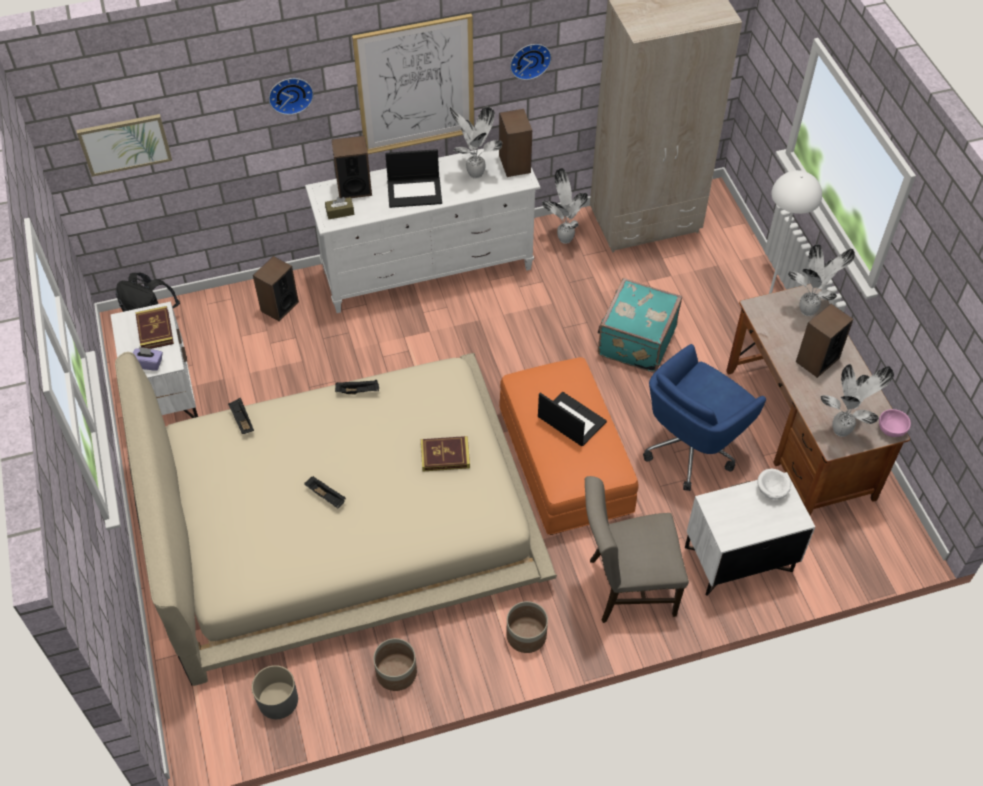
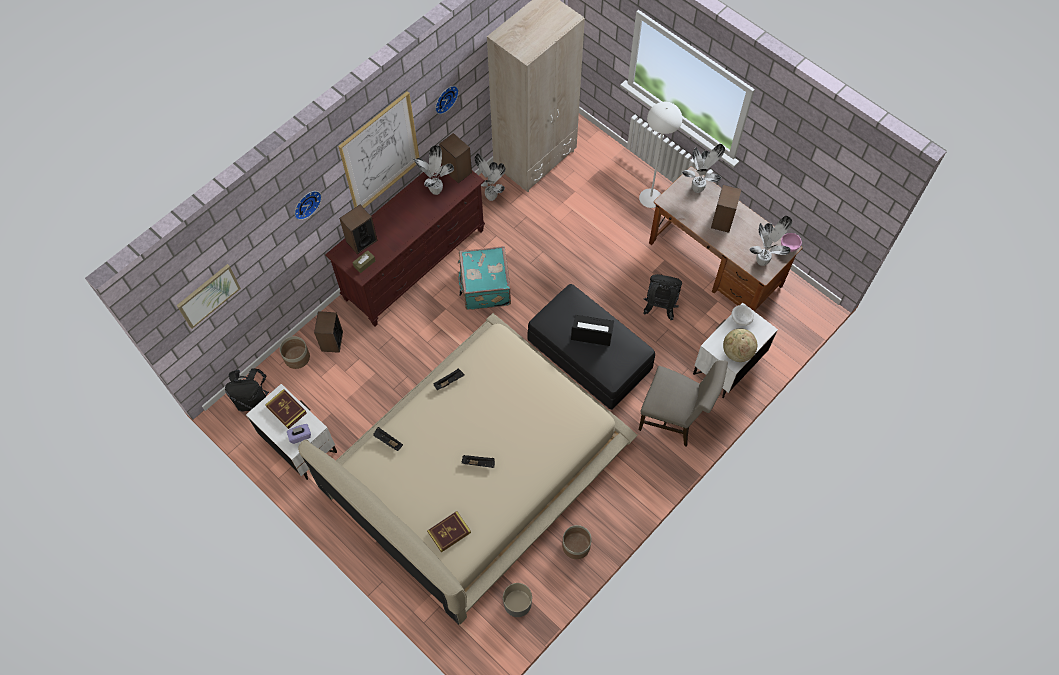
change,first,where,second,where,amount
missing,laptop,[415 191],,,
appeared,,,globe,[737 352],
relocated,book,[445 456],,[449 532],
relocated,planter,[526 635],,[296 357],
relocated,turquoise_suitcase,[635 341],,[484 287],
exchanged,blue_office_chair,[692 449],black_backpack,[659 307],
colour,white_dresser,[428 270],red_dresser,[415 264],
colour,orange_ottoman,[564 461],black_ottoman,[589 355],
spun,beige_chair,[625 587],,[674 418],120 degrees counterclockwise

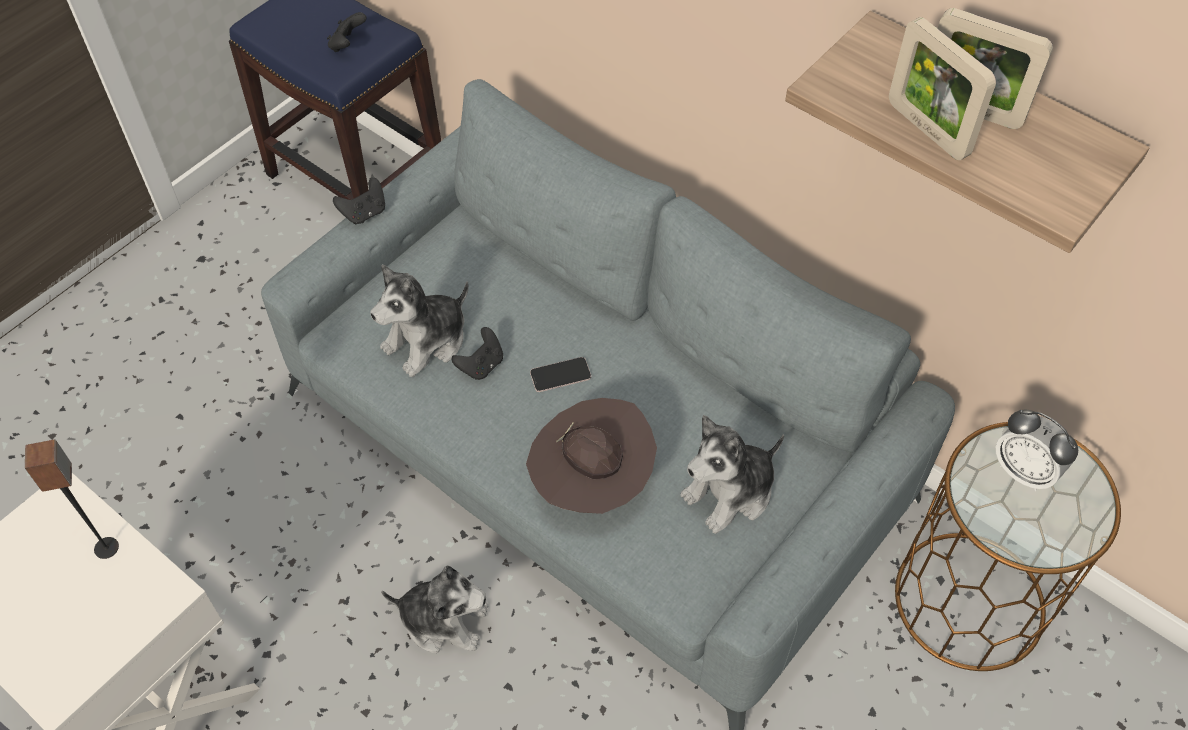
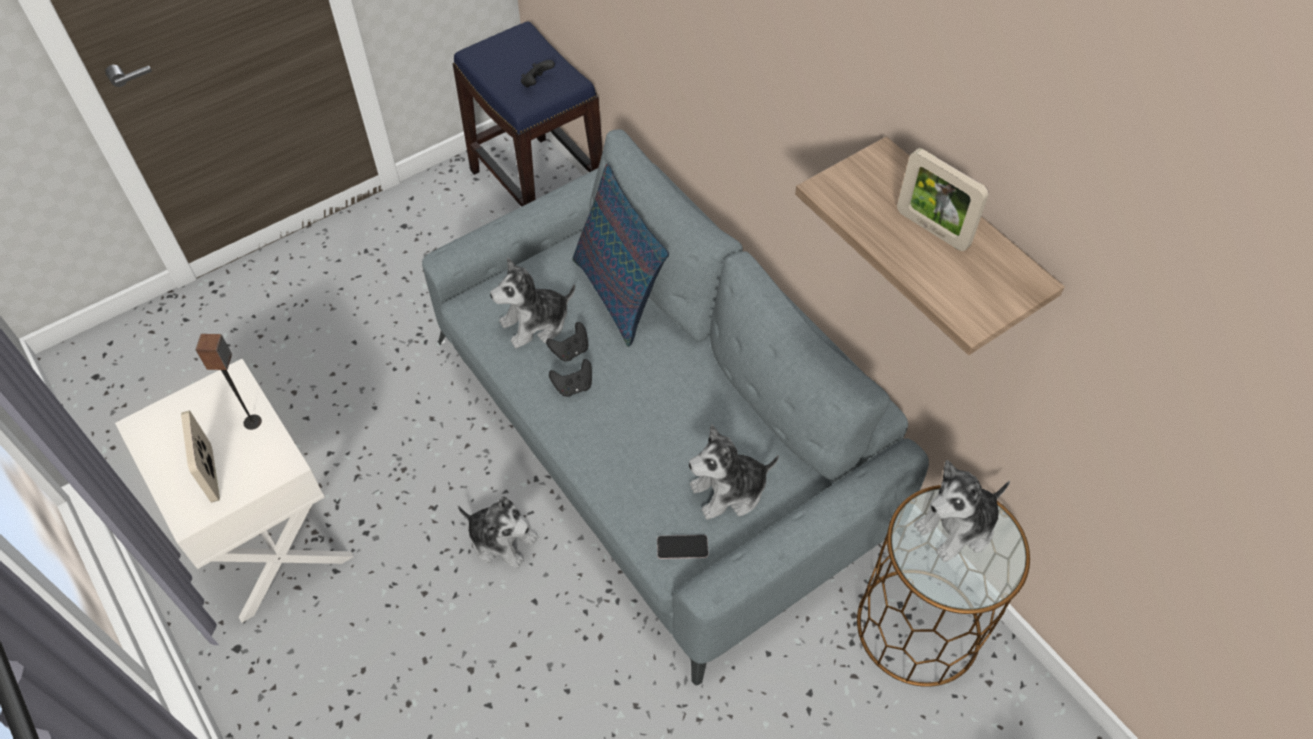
change,first,where,second,where,amount
missing,brown_hat,[592 482],,,
appeared,,,blue_pillow,[617 295],
relocated,black_game_controller,[364 213],,[573 386],
relocated,phone,[560 375],,[682 547],
relocated,picture_frame,[927 130],,[212 474],
exchanged,alarm_clock,[1023 471],plush_toy,[957 527],

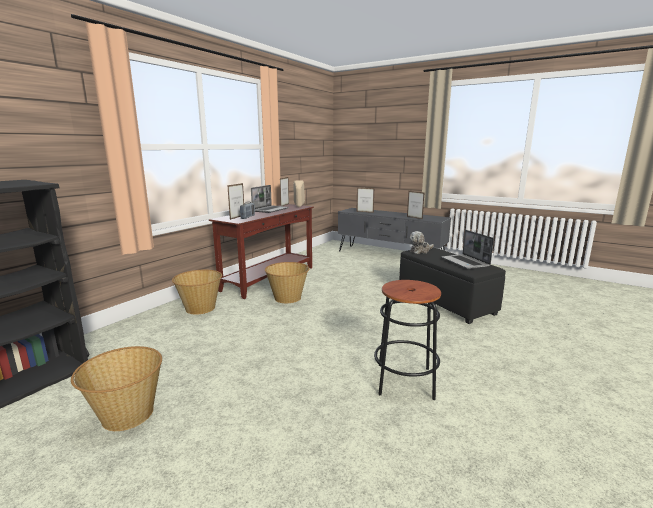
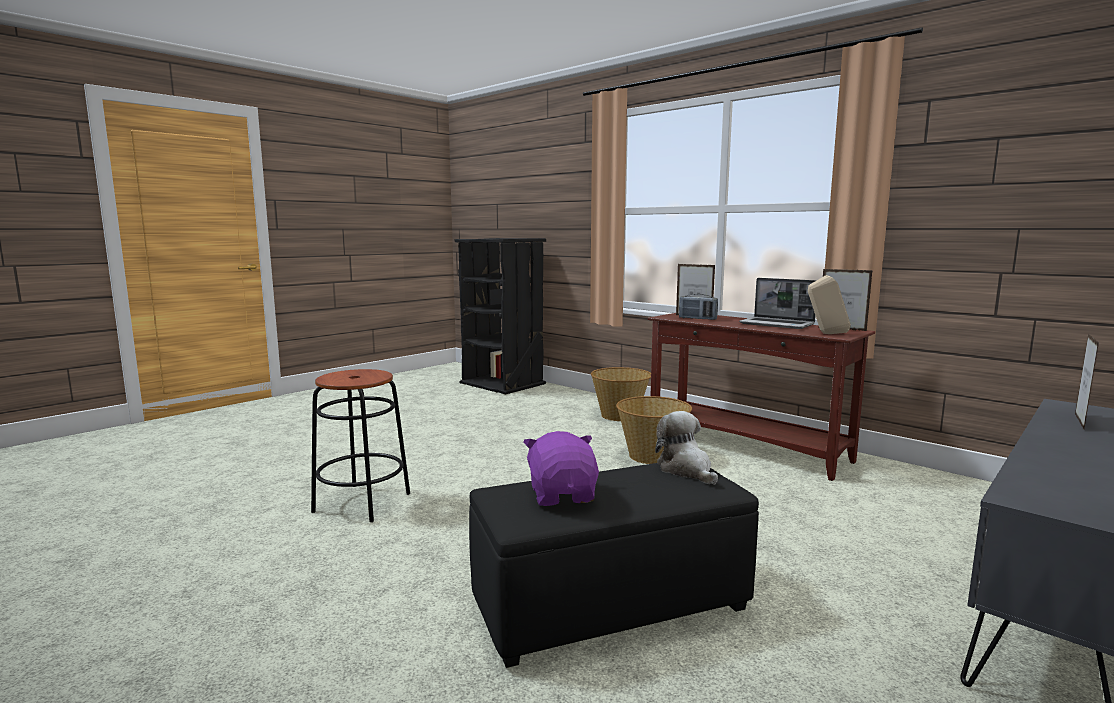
change,first,where,second,where,amount
missing,basket,[126 414],,,
missing,picture_frame,[414 218],,,
exchanged,laptop,[465 262],purple_plush_toy,[563 495],

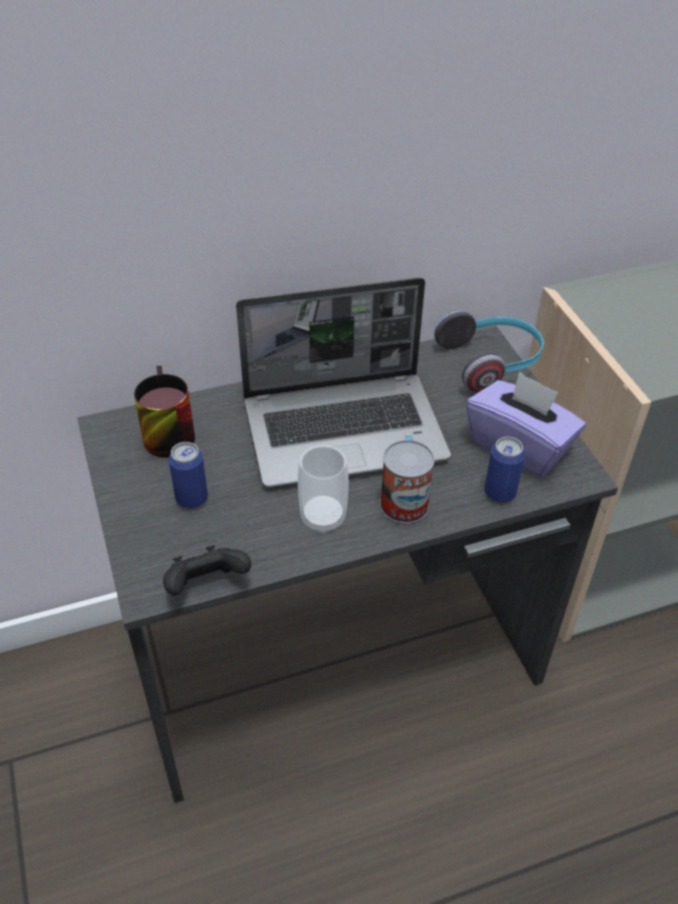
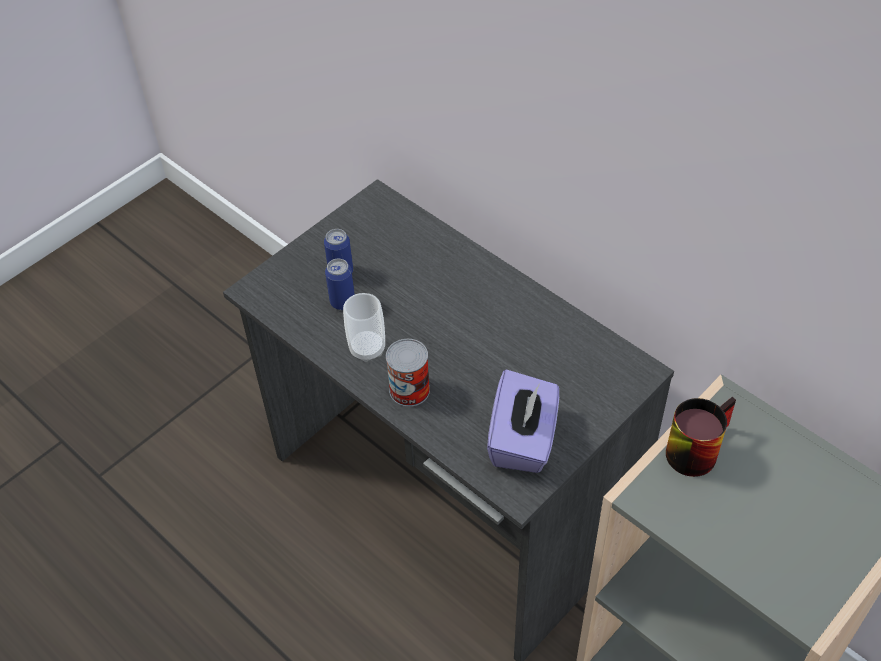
change,first,where,second,where,amount
missing,black_game_controller,[207 585],,,
missing,laptop,[346 429],,,
missing,headphones,[491 362],,,
relocated,mug,[163 433],,[694 446],
relocated,can,[499 493],,[342 302],

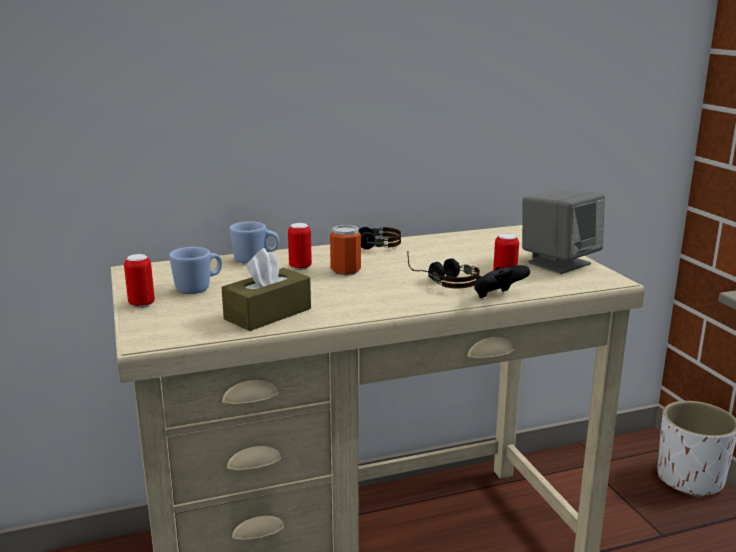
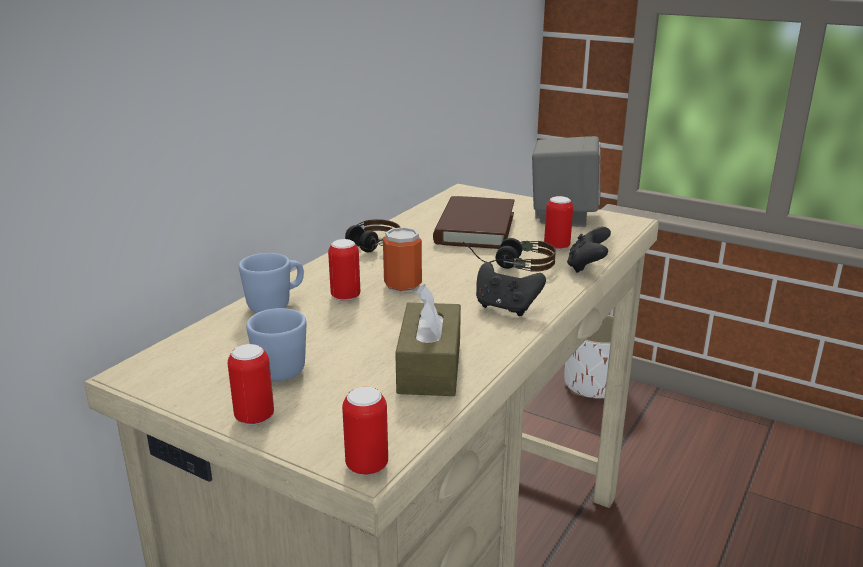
change,first,where,second,where,amount
appeared,,,can,[367 466],
appeared,,,brown_book,[475 228],
appeared,,,black_game_controller,[506 308],

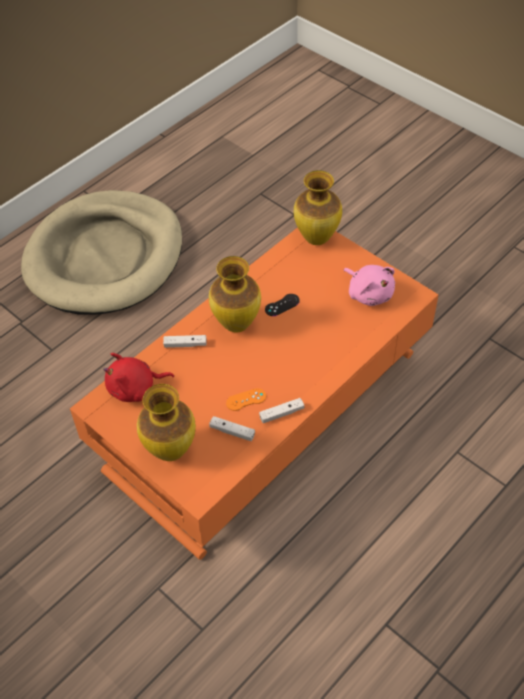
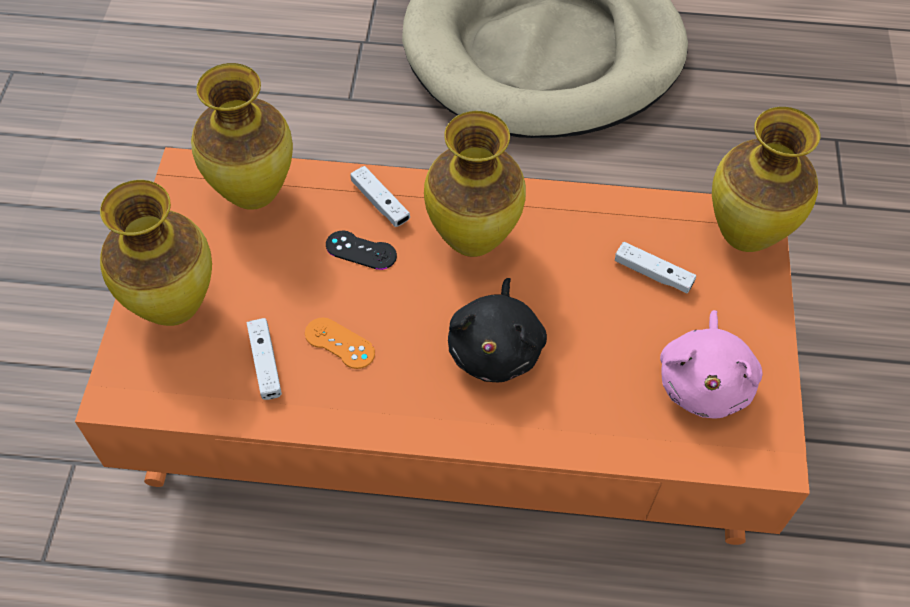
change,first,where,second,where,amount
appeared,,,black_plush_toy,[496 348],
relocated,white_game_controller,[281 413],,[653 274],
relocated,black_game_controller,[282 305],,[361 250],
exchanged,red_plush_toy,[135 388],vase,[254 196],

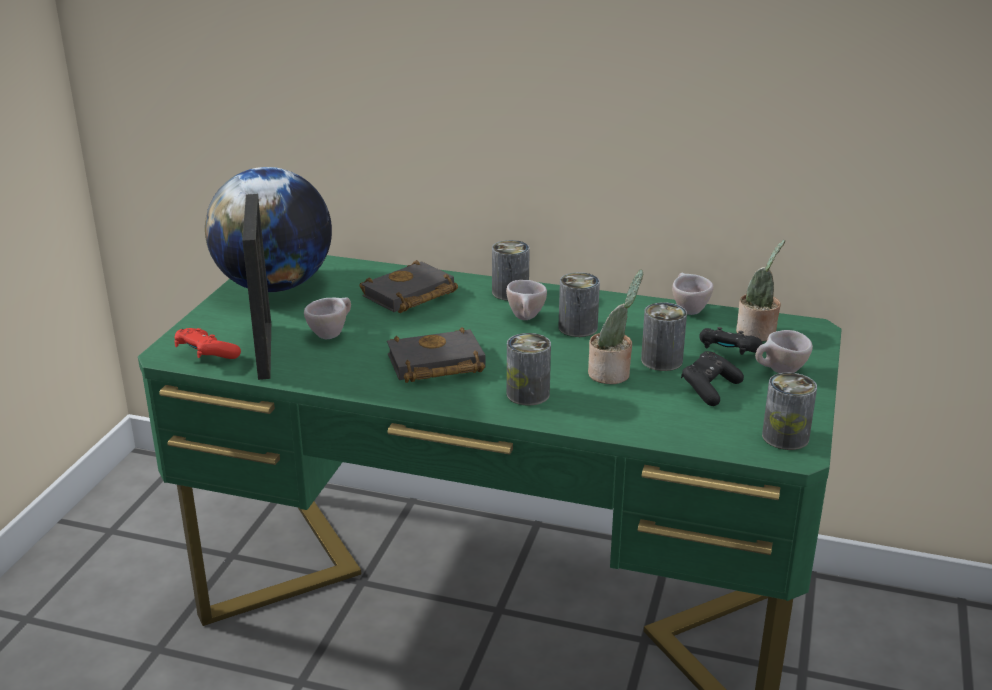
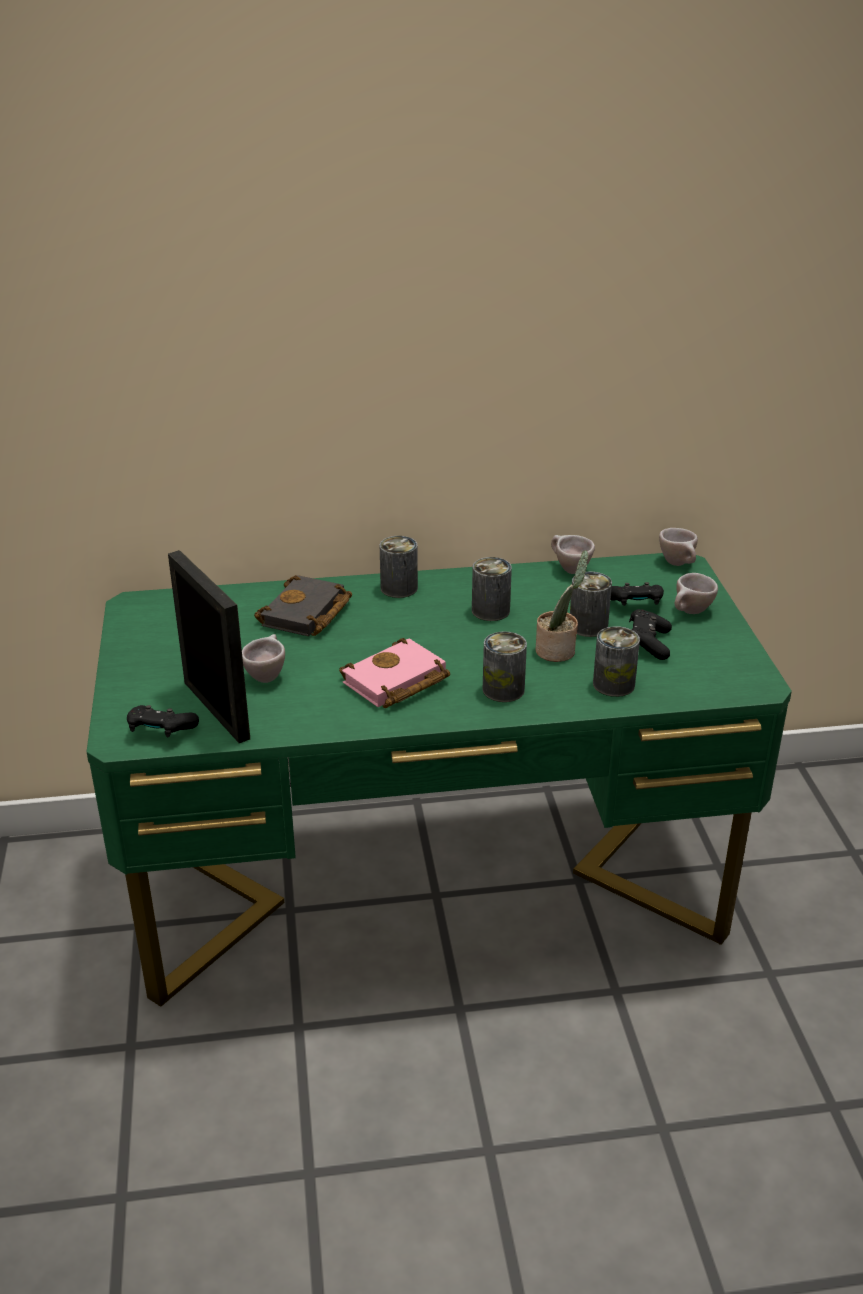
change,first,where,second,where,amount
missing,globe,[275 286],,,
missing,potted_plant,[757 334],,,
relocated,beige_cup,[526 319],,[679 564],
relocated,can,[785 437],,[613 684],
colour,red_game_controller,[206 355],black_game_controller,[161 732],
colour,black_book,[434 365],pink_book,[395 683],

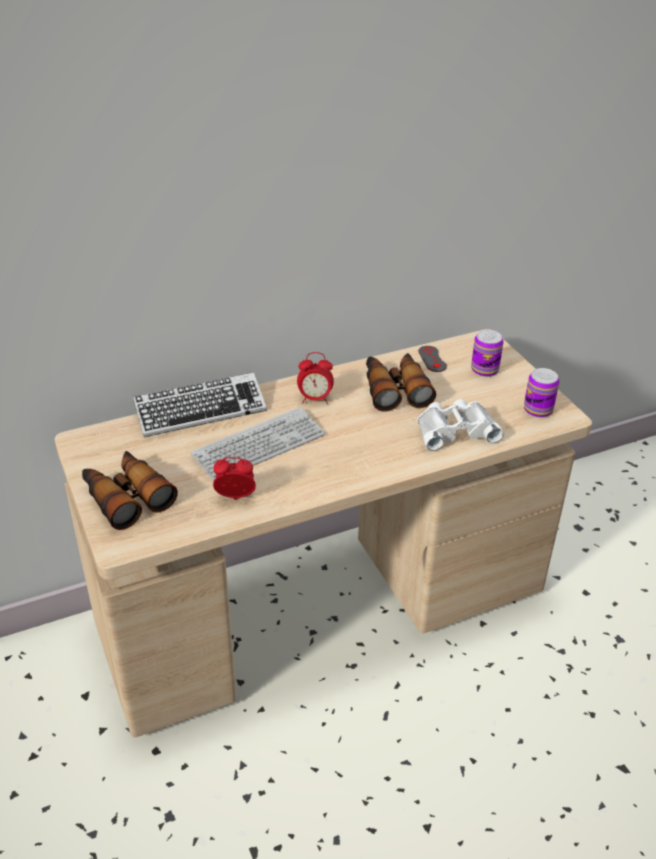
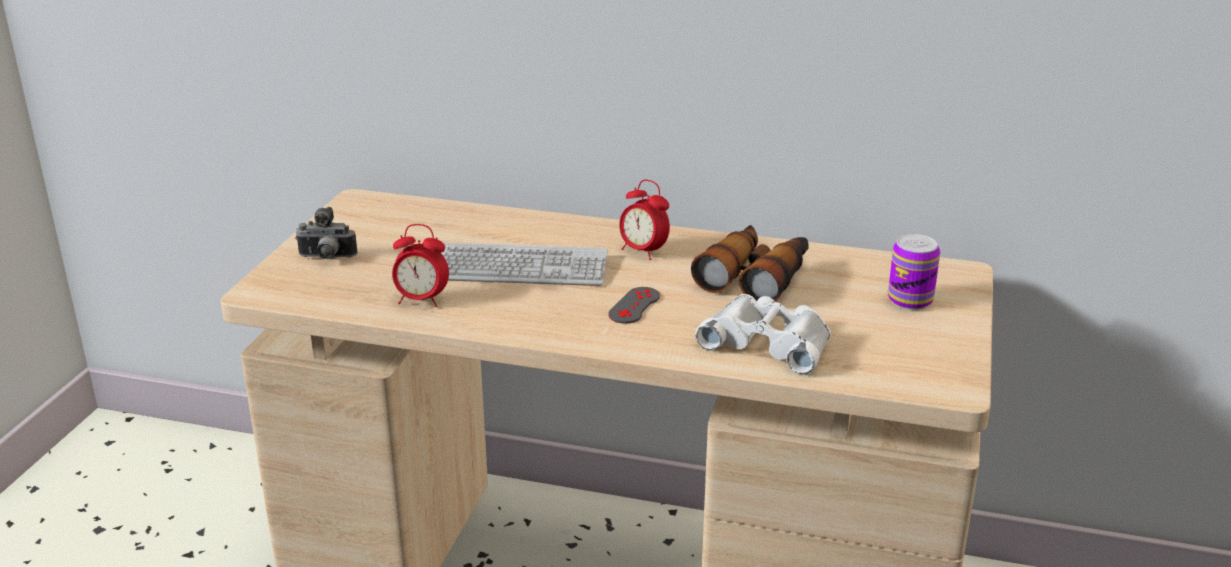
change,first,where,second,where,amount
missing,keyboard,[200 411],,,
missing,can,[538 410],,,
relocated,grey_game_controller,[432 359],,[634 306],
exchanged,binoculars,[126 497],photo_camera,[327 258],
spun,alarm_clock,[235 498],,[421 300],150 degrees clockwise

